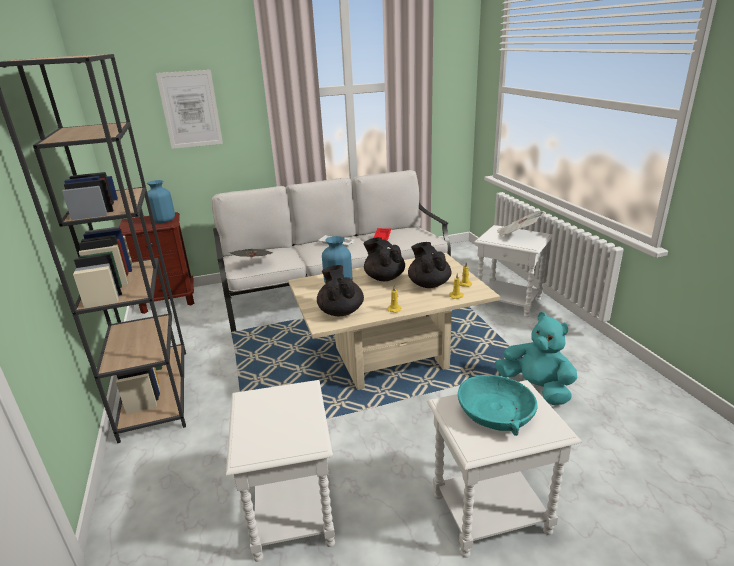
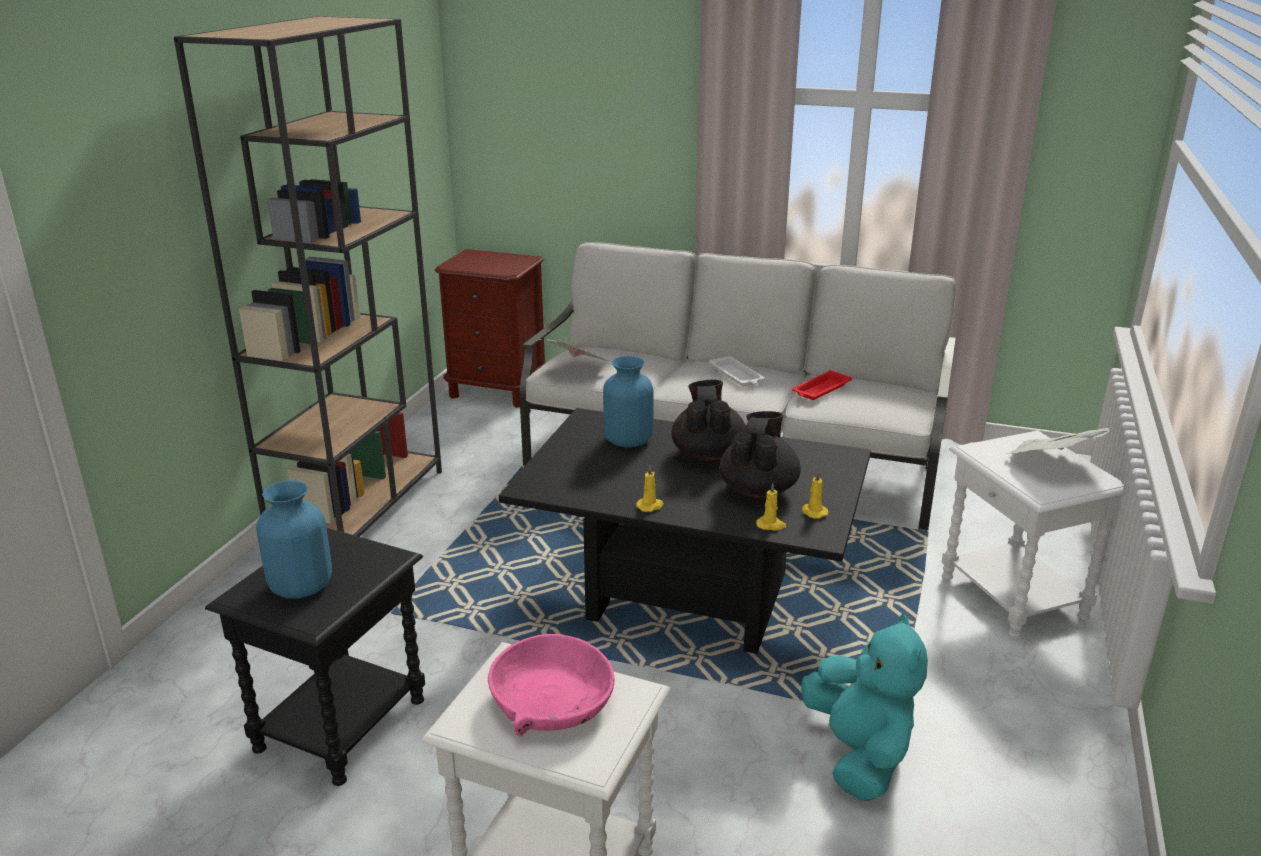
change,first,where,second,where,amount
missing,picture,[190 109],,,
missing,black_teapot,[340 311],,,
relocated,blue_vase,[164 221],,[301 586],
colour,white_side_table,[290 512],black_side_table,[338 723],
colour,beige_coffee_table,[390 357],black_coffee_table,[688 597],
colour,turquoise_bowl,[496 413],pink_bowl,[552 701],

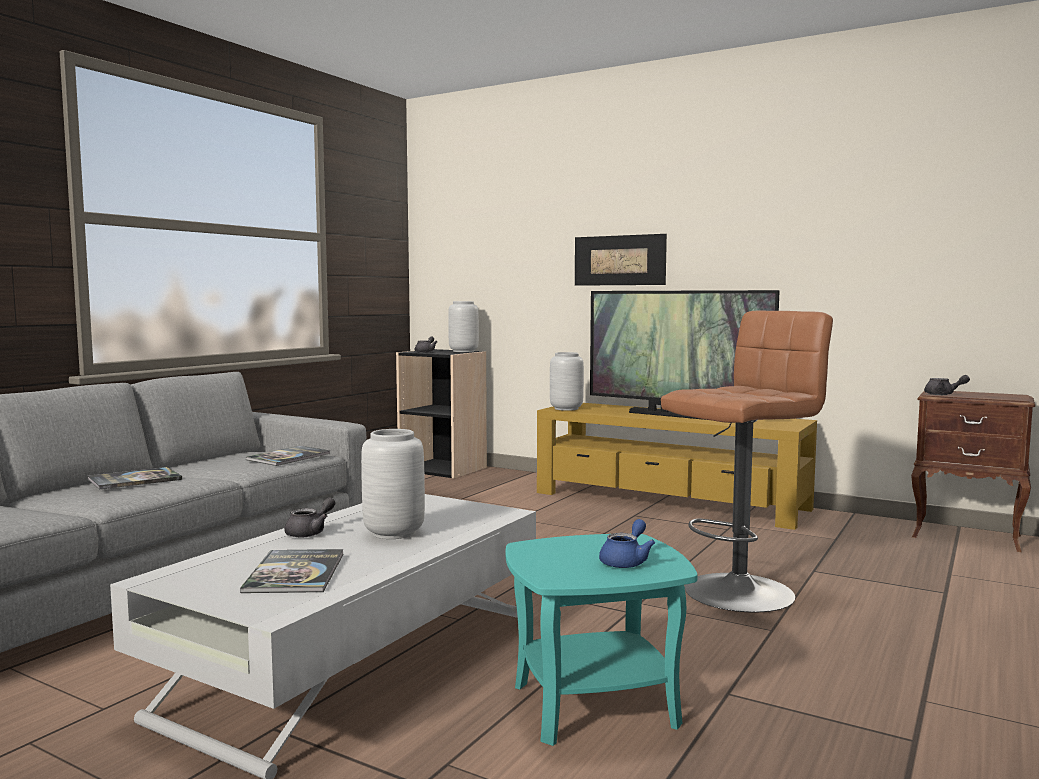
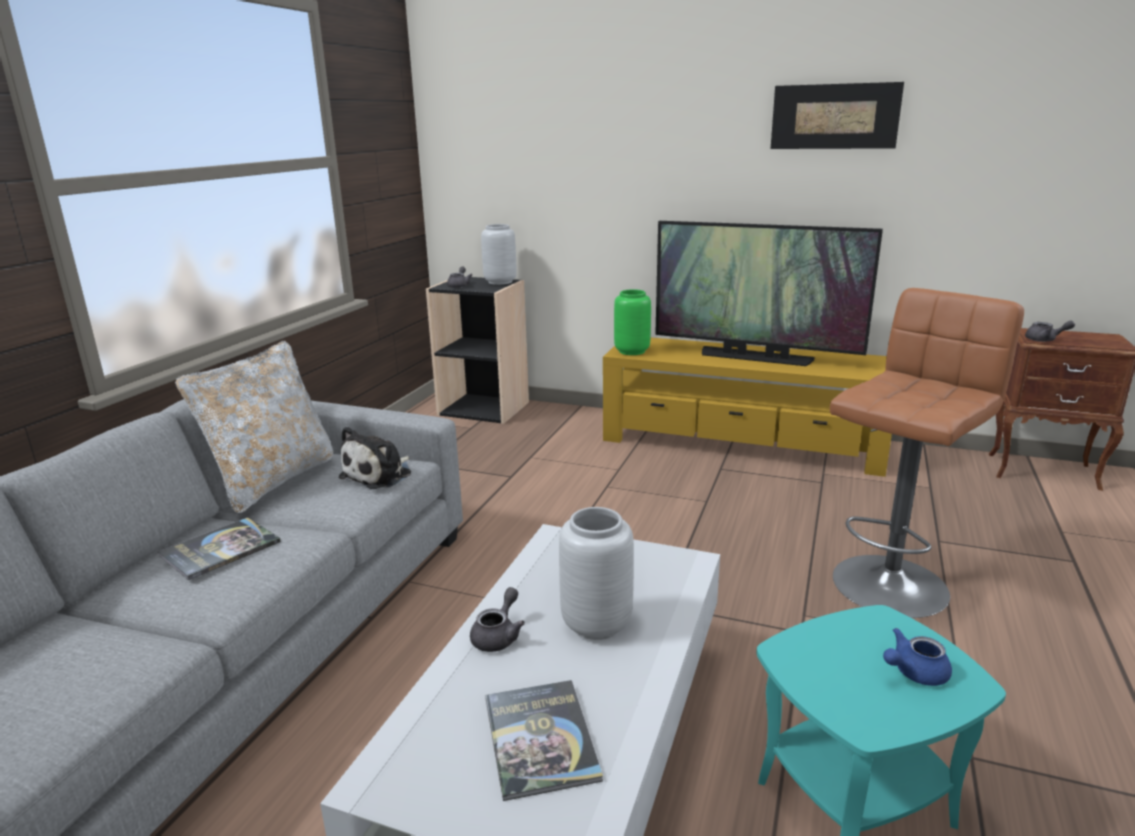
change,first,where,second,where,amount
appeared,,,white_pillow,[275 482],
relocated,picture,[619 260],,[834 116],
exchanged,book,[288 457],plush_toy,[380 475],
colour,grey_vase,[565 408],green_vase,[631 351],
spun,blue_teapot,[626 561],,[914 673],135 degrees counterclockwise

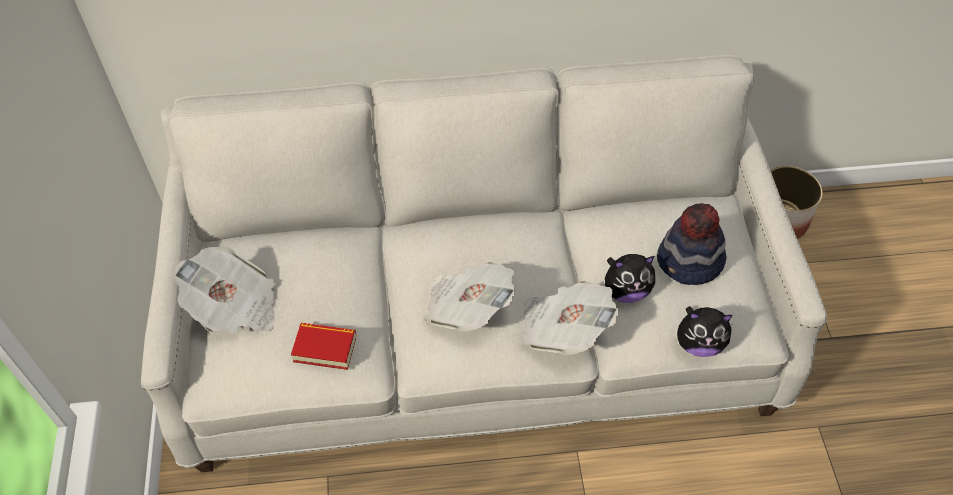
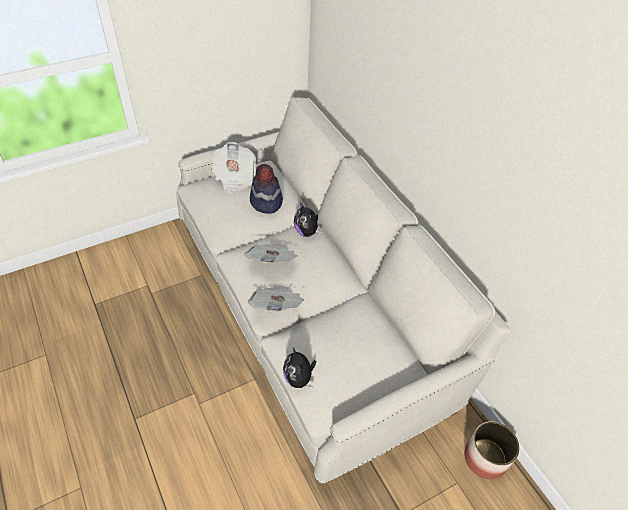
change,first,where,second,where,amount
missing,book,[325 349],,,
relocated,plush_toy,[625 291],,[306 232],
relocated,hat,[689 262],,[266 202],

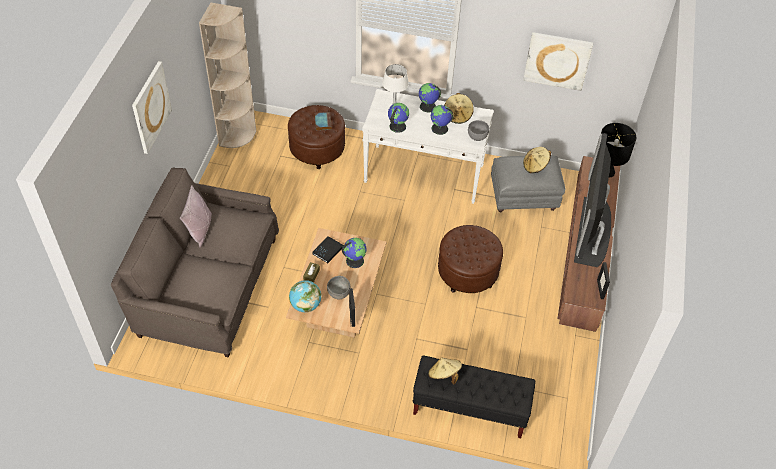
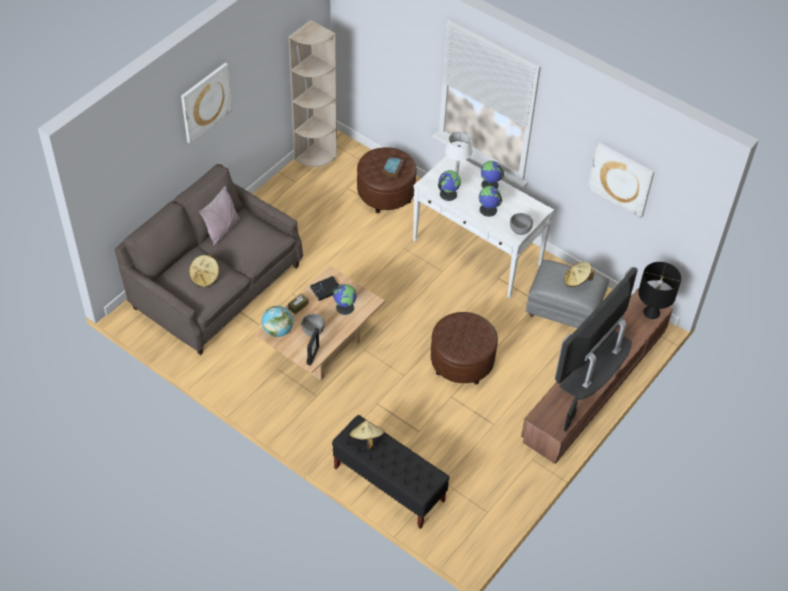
change,first,where,second,where,amount
relocated,beige_hat,[457 115],,[205 277],

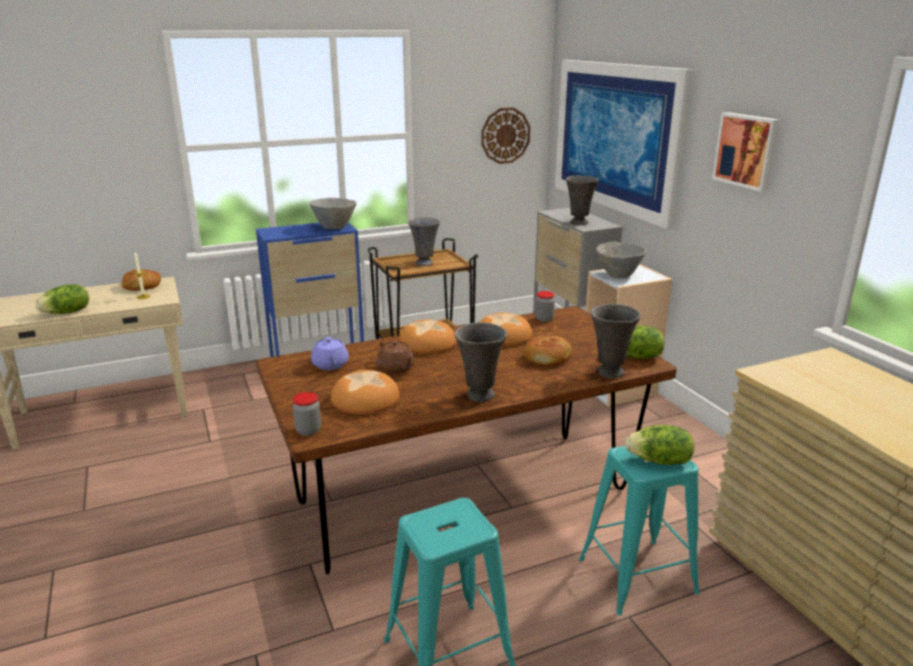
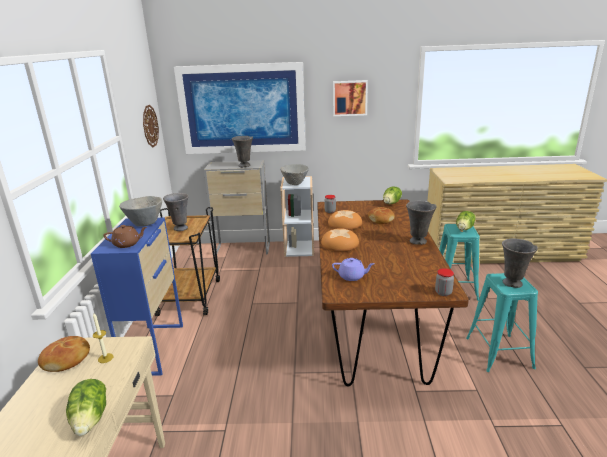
change,first,where,second,where,amount
missing,bread,[365 399],,,
relocated,brown_teapot,[396 368],,[127 244],
relocated,grey_vase,[609 373],,[513 284],

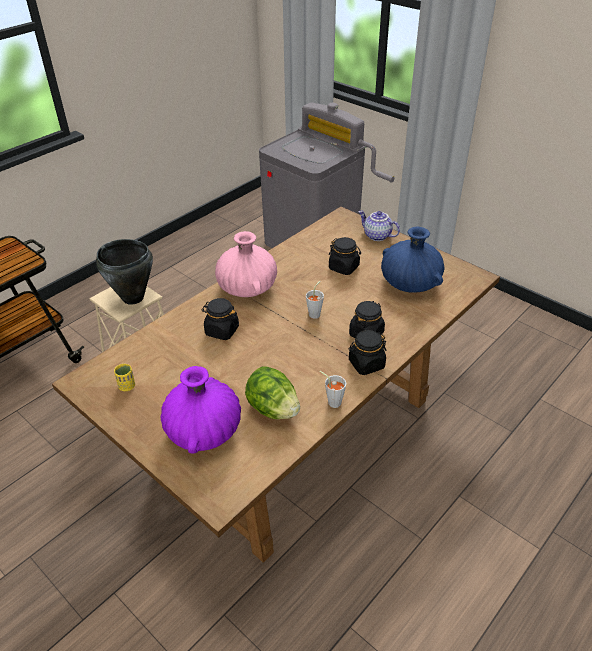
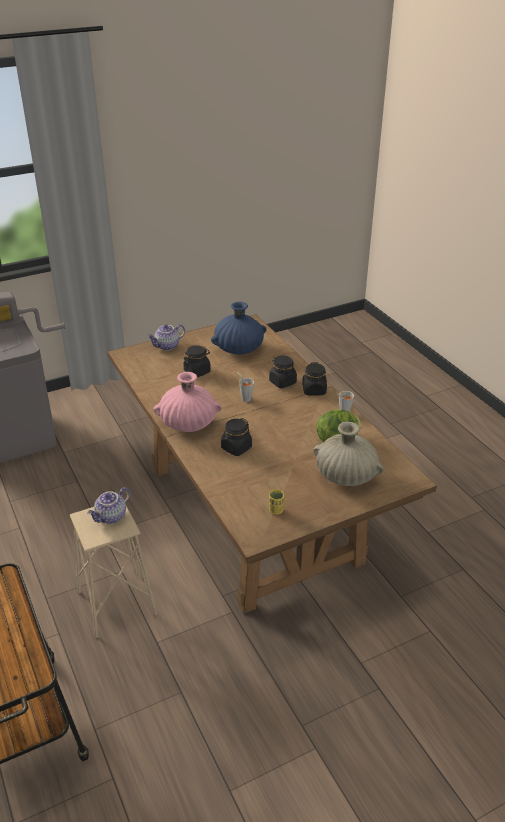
change,first,where,second,where,amount
exchanged,black_cooking_pot,[133 298],teapot,[111 517],
colour,purple_vase,[203 431],beige_vase,[346 476],

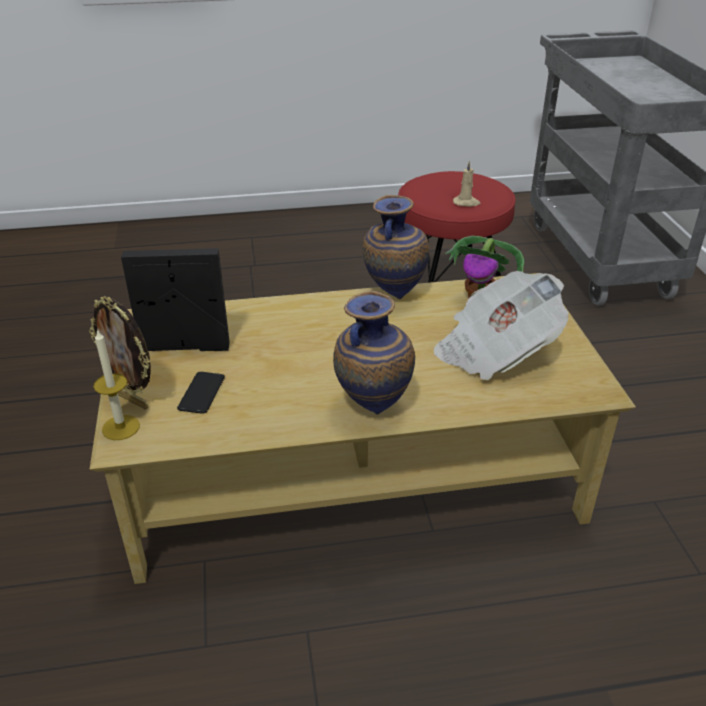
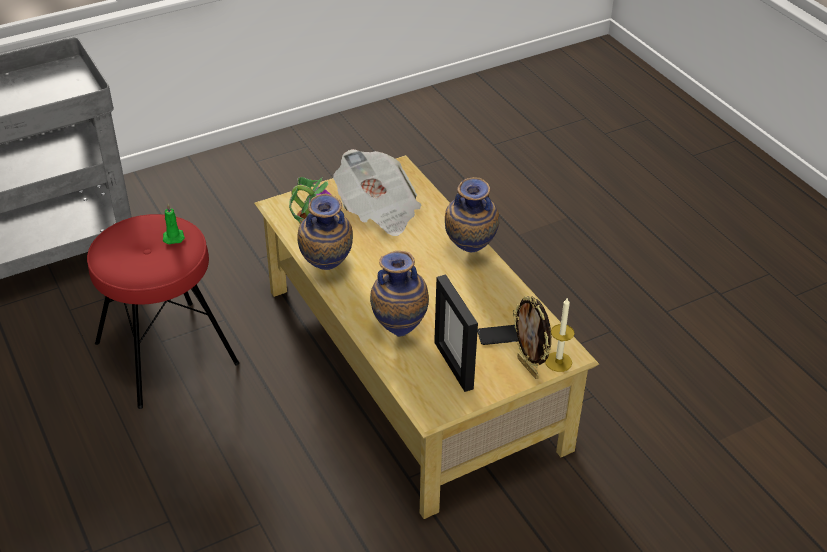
change,first,where,second,where,amount
appeared,,,vase,[399 330],
colour,beige_candle,[466 203],green_candle,[173 237],
spun,picture_frame,[133 400],,[528 368],135 degrees clockwise

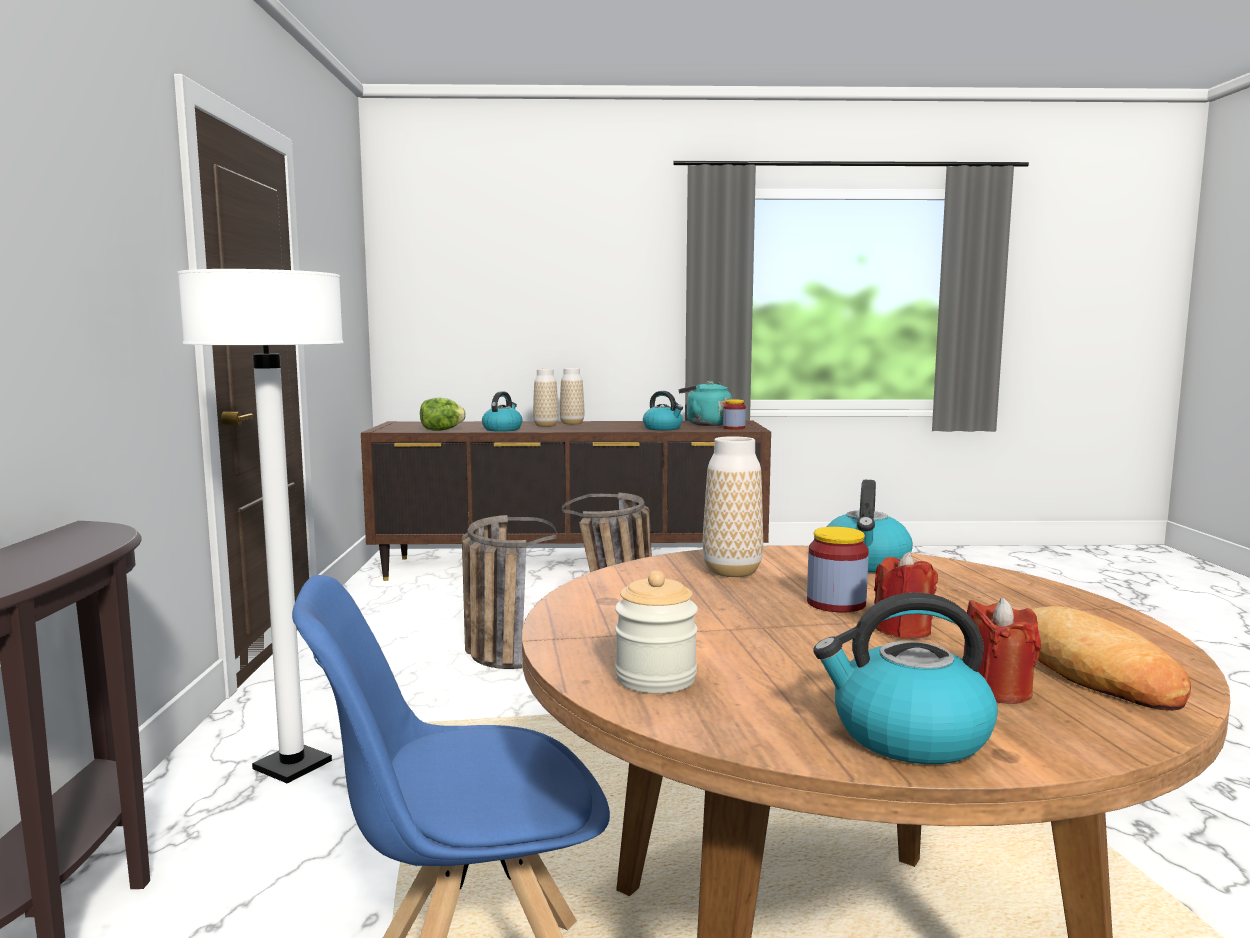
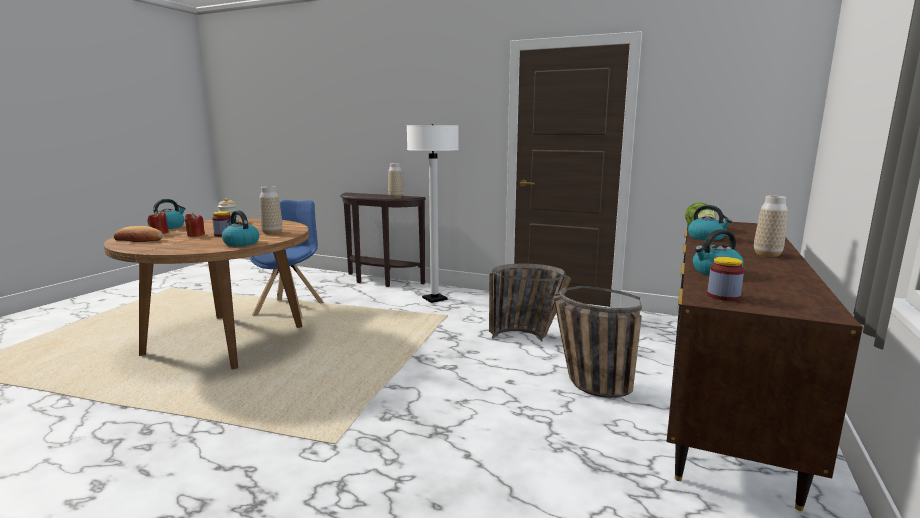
change,first,where,second,where,amount
missing,turquoise_kettle,[705 424],,,
relocated,vase,[546 425],,[395 197],

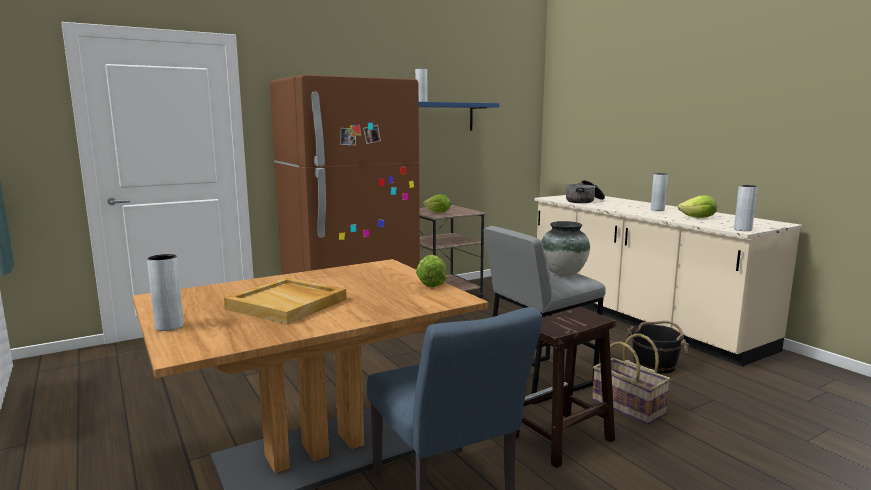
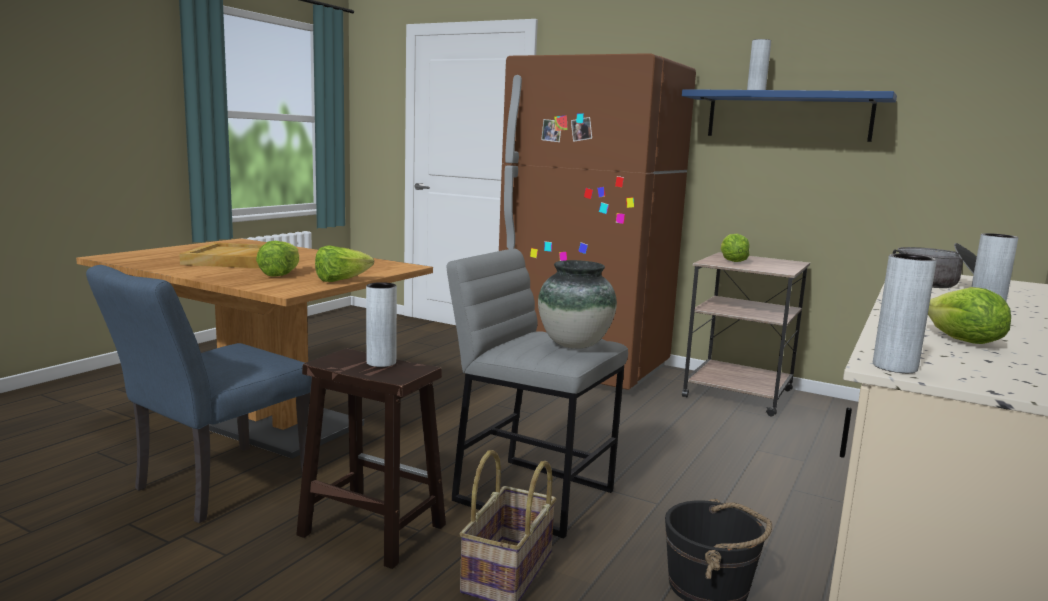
change,first,where,second,where,amount
appeared,,,lettuce,[281 274],
relocated,grey_vase,[169 326],,[381 363],

